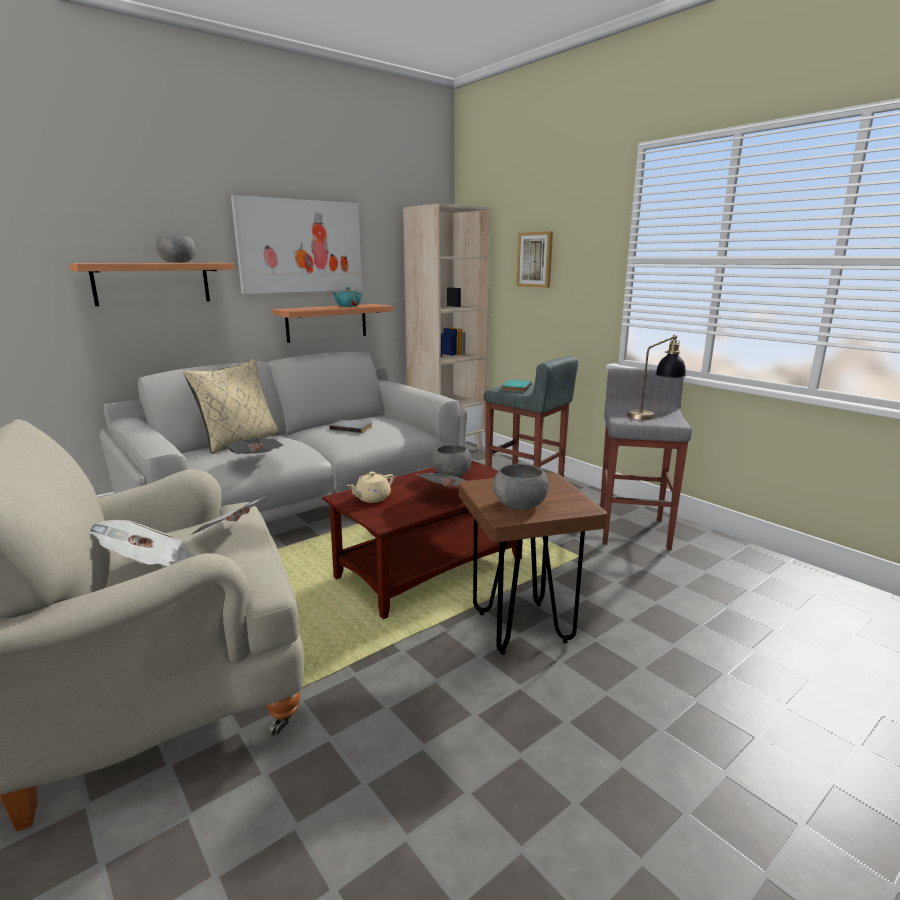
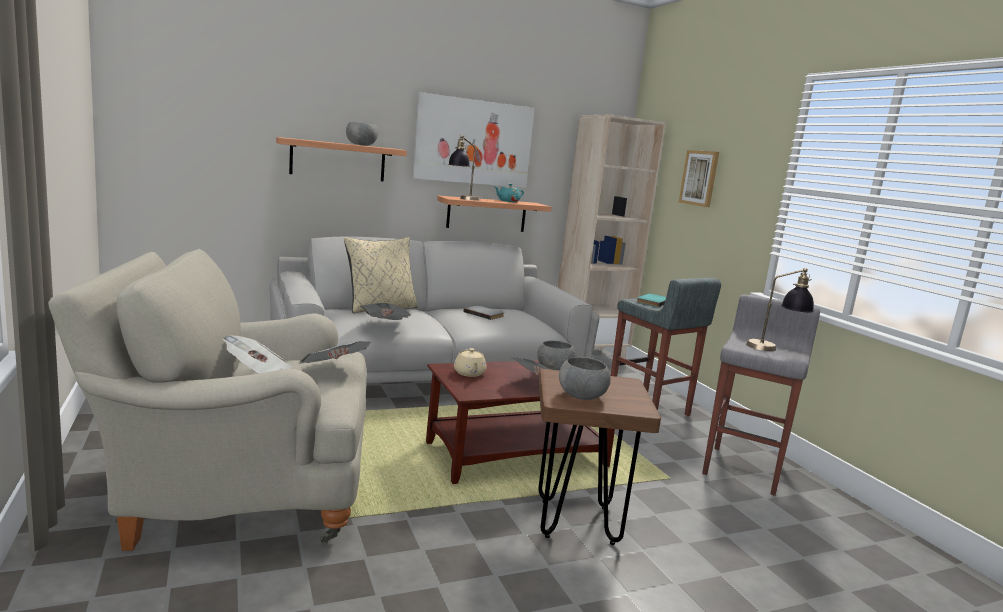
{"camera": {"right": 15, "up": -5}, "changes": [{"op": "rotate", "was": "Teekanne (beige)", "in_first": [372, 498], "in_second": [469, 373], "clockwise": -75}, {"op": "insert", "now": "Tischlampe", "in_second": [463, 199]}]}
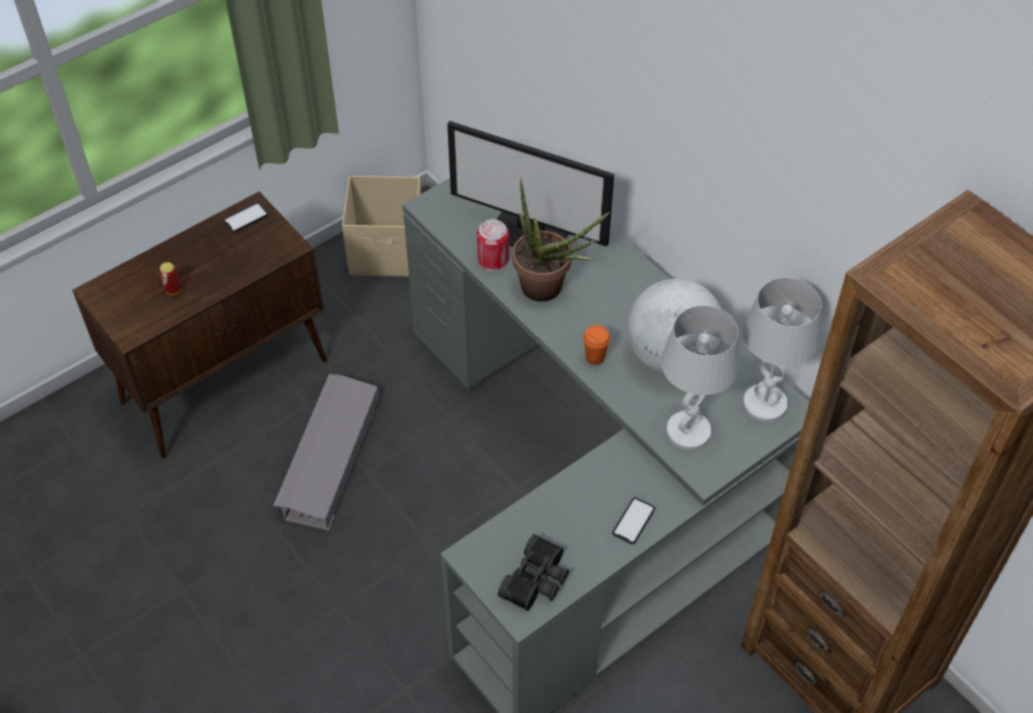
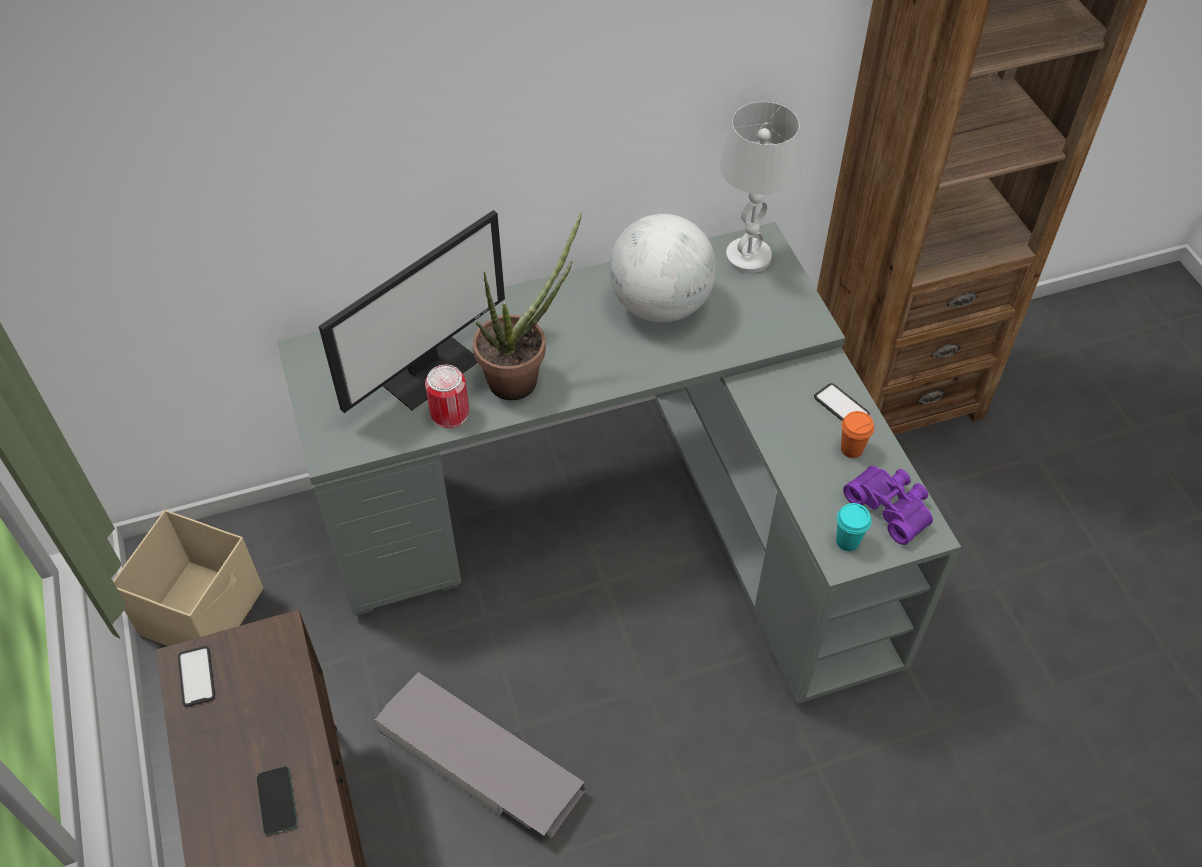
{"camera": {"right": -70, "up": 0}, "changes": [{"op": "replace", "was": "Dose", "now": "Handy", "in_first": [173, 290], "in_second": [277, 801]}, {"op": "delete", "was": "Tischlampe (weiß)", "in_first": [688, 431]}, {"op": "move", "was": "Tasse (orange)", "in_first": [595, 357], "in_second": [851, 449]}, {"op": "recolor", "was": "Fernglas (schwarz)", "now": "Fernglas (lila)", "in_first": [538, 581], "in_second": [891, 507]}, {"op": "insert", "now": "Tasse (türkis)", "in_second": [847, 541]}]}
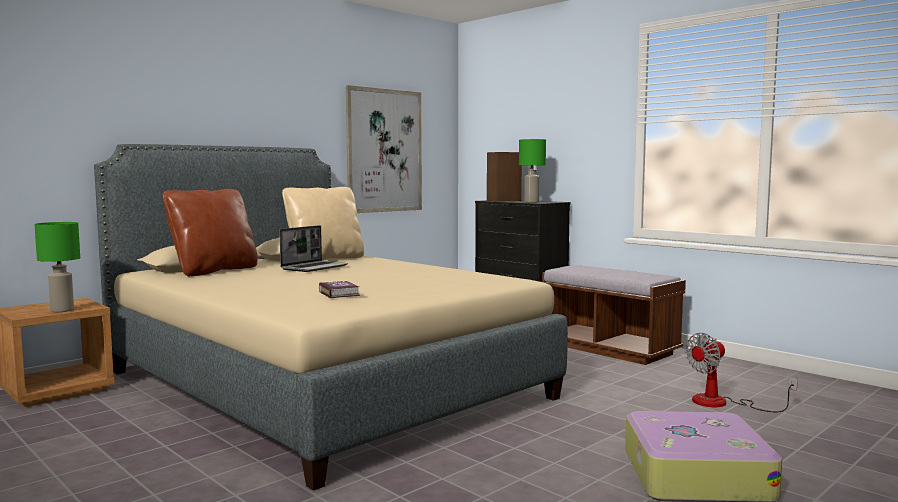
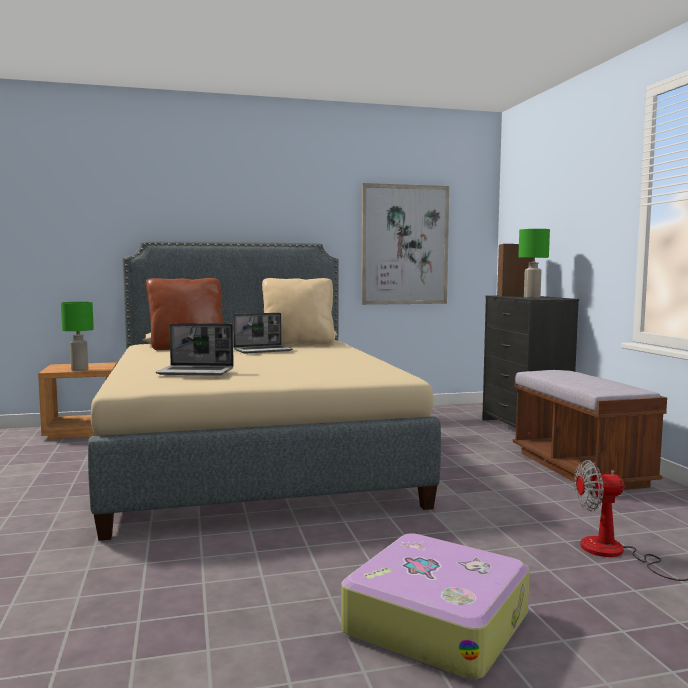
{"camera": {"right": 30, "up": 0}, "changes": [{"op": "replace", "was": "Buch", "now": "Laptop", "in_first": [339, 293], "in_second": [197, 372]}]}
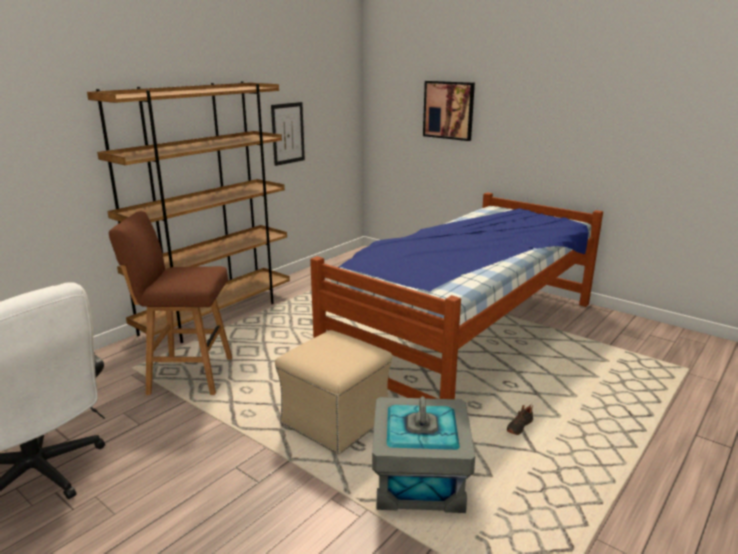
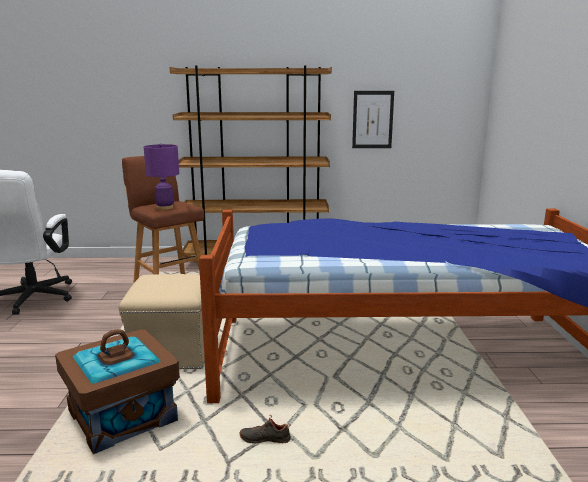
{"camera": {"right": 50, "up": -5}, "changes": [{"op": "delete", "was": "Bild", "in_first": [448, 110]}, {"op": "recolor", "was": "Aufbewahrungsbox (grau)", "now": "Aufbewahrungsbox (braun)", "in_first": [418, 481], "in_second": [122, 416]}, {"op": "insert", "now": "Tischlampe (lila)", "in_second": [165, 207]}]}
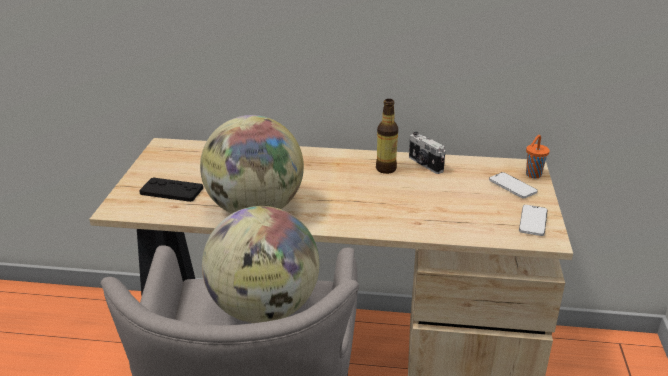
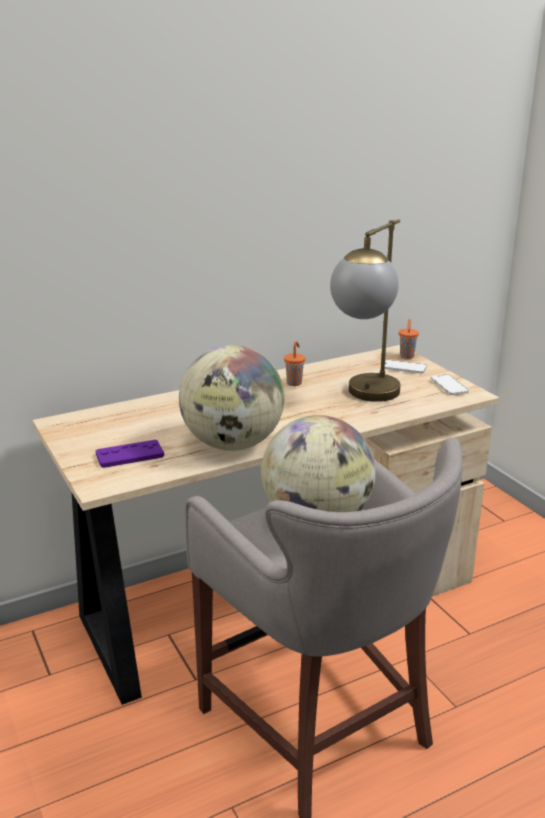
{"camera": {"right": -35, "up": -5}, "changes": [{"op": "replace", "was": "Flasche", "now": "Tasse (orange)", "in_first": [386, 169], "in_second": [294, 383]}, {"op": "delete", "was": "Kamera", "in_first": [424, 164]}, {"op": "recolor", "was": "Gamepad (schwarz)", "now": "Gamepad (lila)", "in_first": [171, 191], "in_second": [130, 455]}, {"op": "insert", "now": "Tischlampe", "in_second": [365, 398]}]}
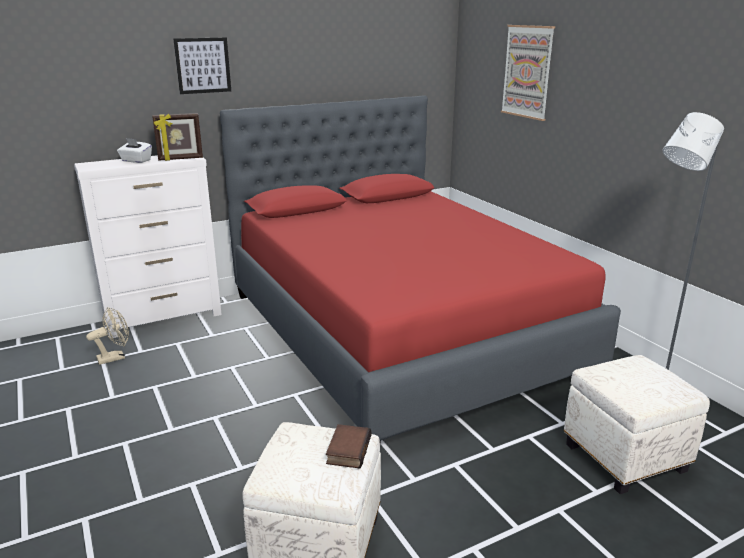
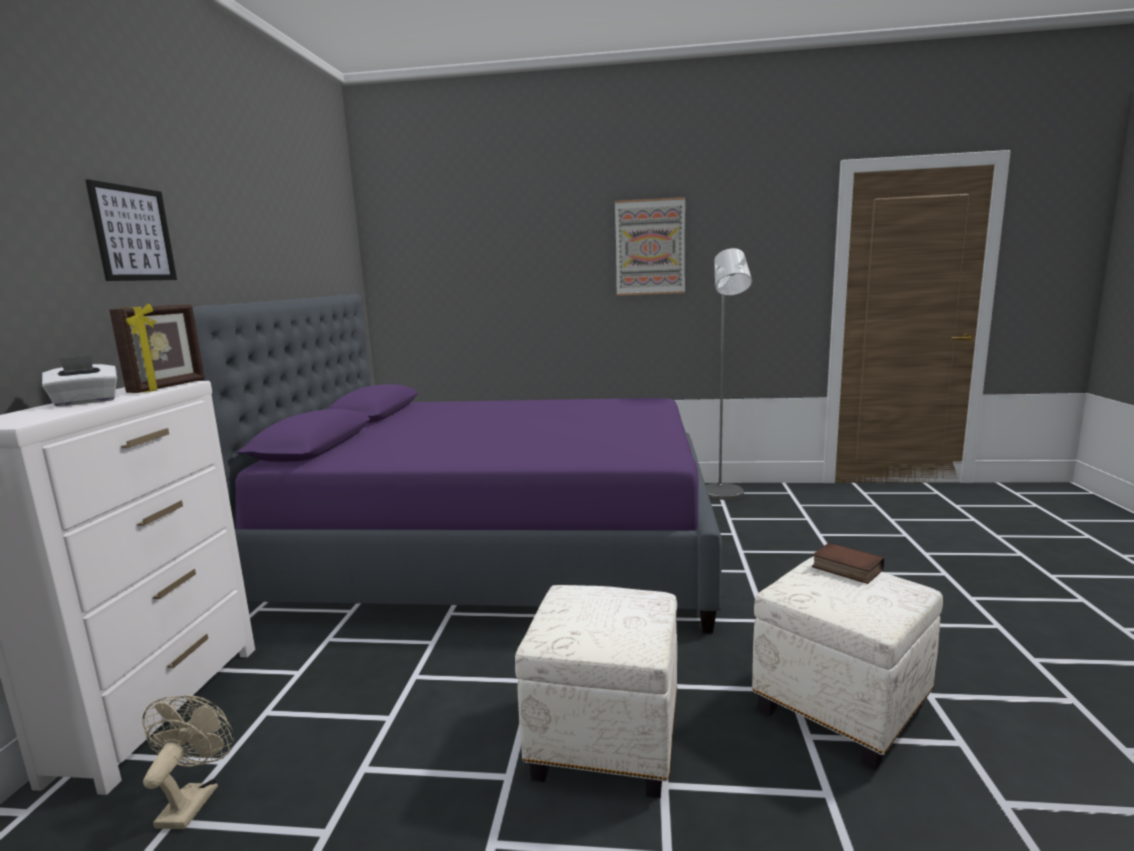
{"camera": {"right": -55, "up": -10}, "changes": [{"op": "move", "was": "Bild", "in_first": [527, 72], "in_second": [650, 247]}, {"op": "recolor", "was": "Bett (rot)", "now": "Bett (lila)", "in_first": [400, 331], "in_second": [500, 549]}, {"op": "move", "was": "Polsterhocker (weiß)", "in_first": [624, 458], "in_second": [606, 741]}]}
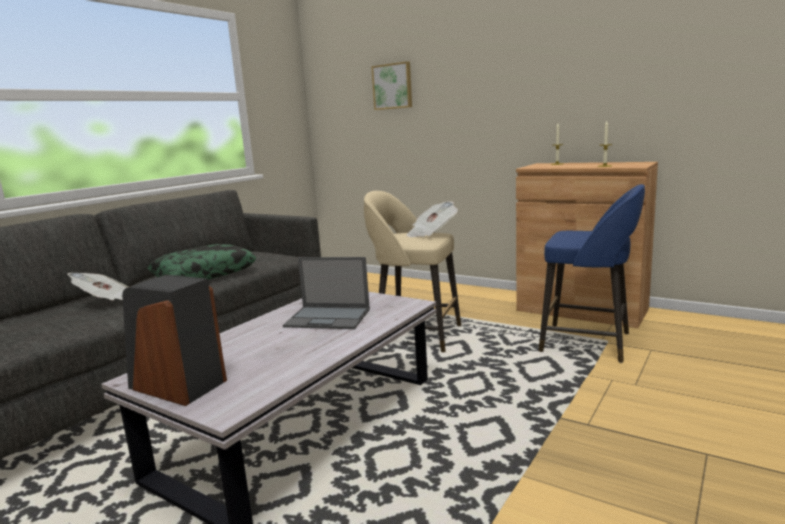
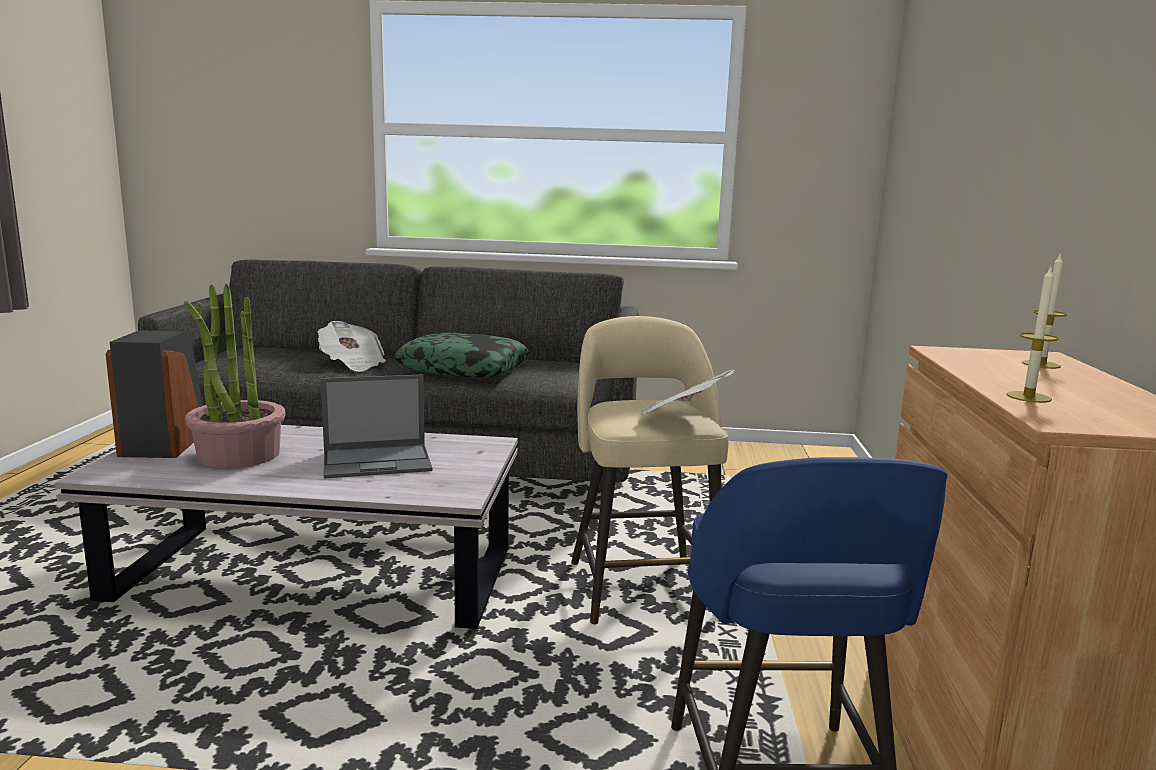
{"camera": {"right": 60, "up": 0}, "changes": [{"op": "delete", "was": "Bild", "in_first": [393, 86]}, {"op": "rotate", "was": "Laptop", "in_first": [329, 318], "in_second": [378, 461], "clockwise": -90}, {"op": "insert", "now": "Topfpflanze", "in_second": [238, 455]}]}
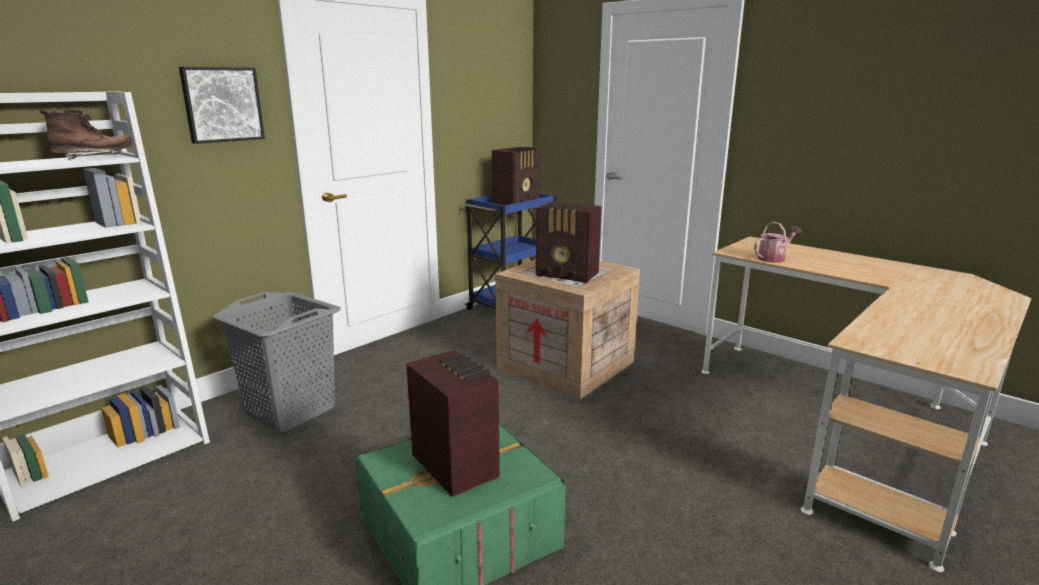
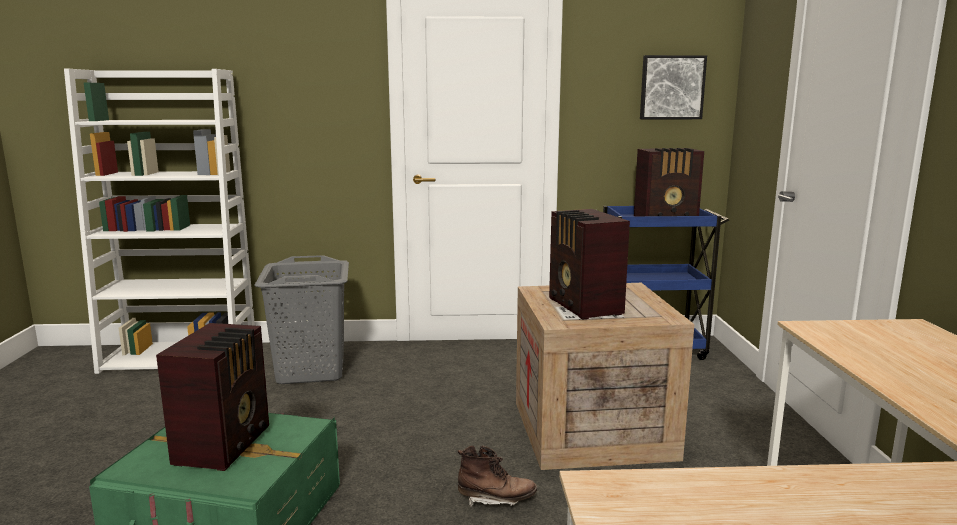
{"camera": {"right": 45, "up": -5}, "changes": [{"op": "move", "was": "Bild", "in_first": [222, 104], "in_second": [671, 87]}, {"op": "move", "was": "Stiefel (braun)", "in_first": [95, 158], "in_second": [496, 499]}, {"op": "delete", "was": "Gießkanne", "in_first": [774, 258]}]}
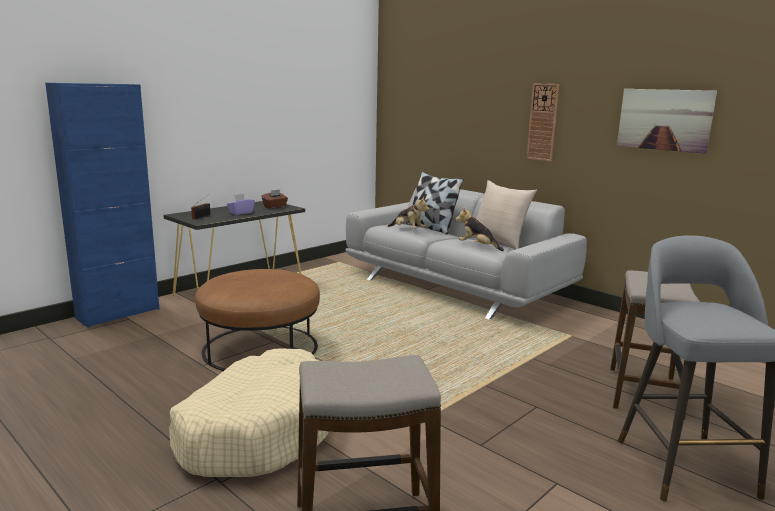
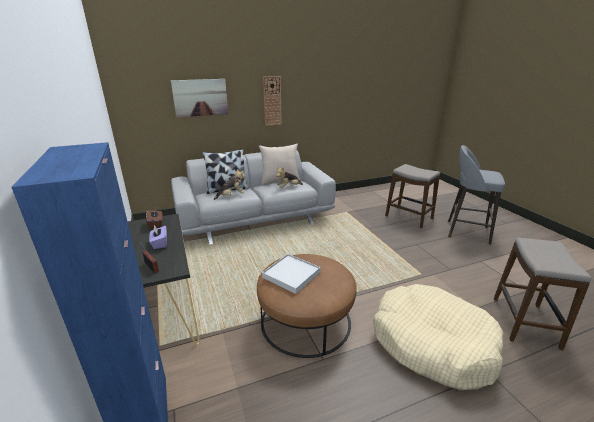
{"camera": {"right": -65, "up": 10}, "changes": [{"op": "move", "was": "Bild", "in_first": [664, 119], "in_second": [200, 97]}, {"op": "insert", "now": "Tablett (weiß)", "in_second": [291, 275]}]}
